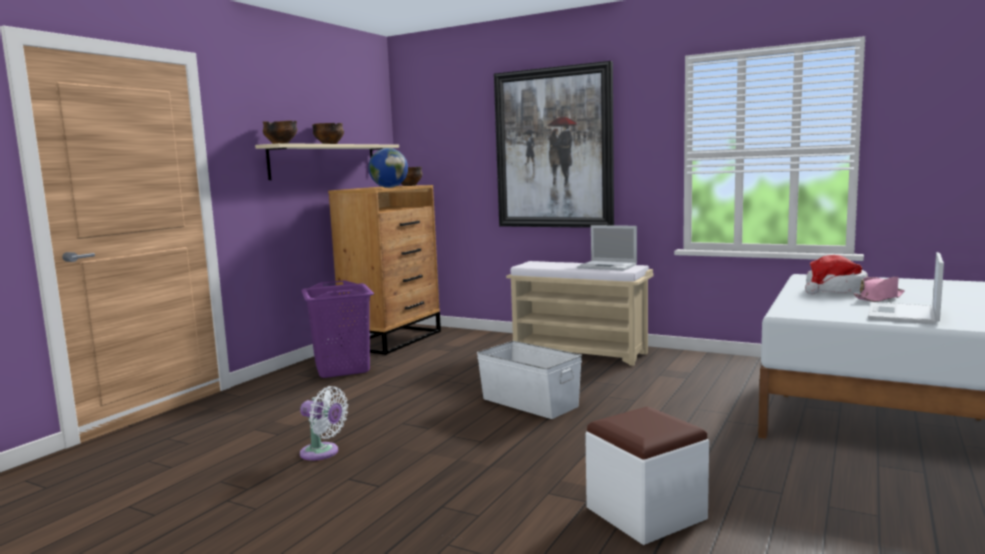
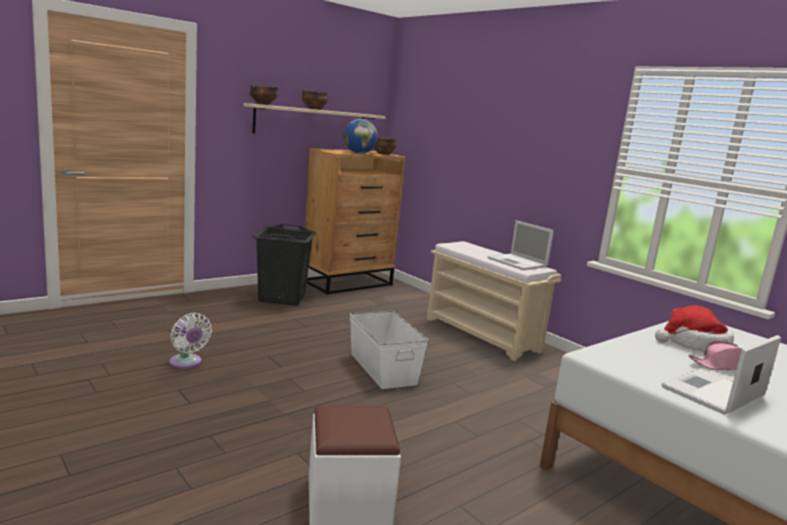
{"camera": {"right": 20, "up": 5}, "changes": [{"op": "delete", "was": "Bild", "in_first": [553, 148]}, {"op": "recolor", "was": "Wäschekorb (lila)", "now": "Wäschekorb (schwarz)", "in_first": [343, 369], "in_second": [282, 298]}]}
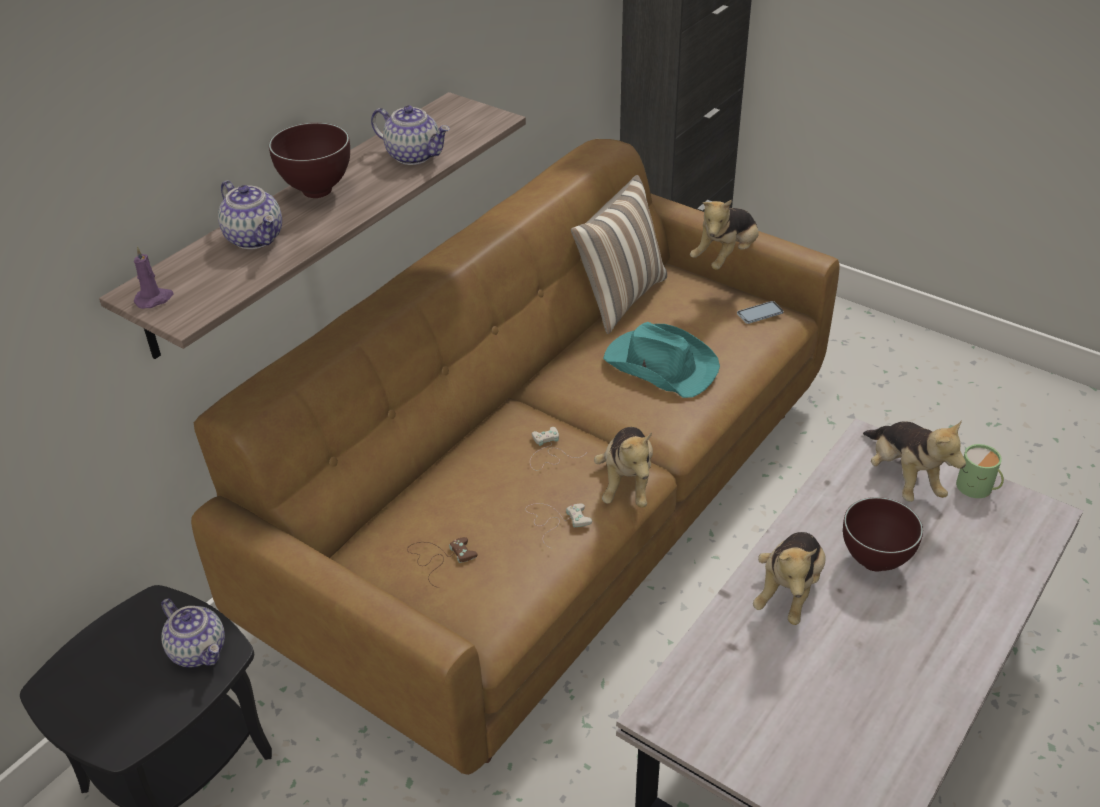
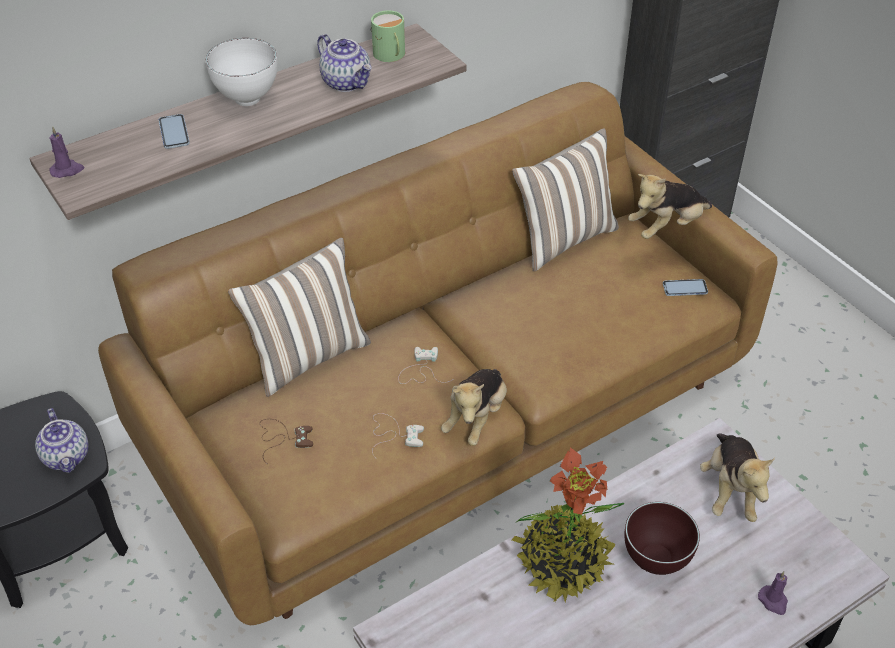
{"camera": {"right": 20, "up": 5}, "changes": [{"op": "recolor", "was": "Schüssel (braun)", "now": "Schüssel (weiß)", "in_first": [315, 192], "in_second": [246, 100]}, {"op": "replace", "was": "Teekanne", "now": "Handy", "in_first": [255, 238], "in_second": [174, 132]}, {"op": "delete", "was": "Hut (türkis)", "in_first": [660, 364]}, {"op": "move", "was": "Henkelbecher (grün)", "in_first": [977, 488], "in_second": [390, 55]}, {"op": "replace", "was": "Plüschtier", "now": "Topfpflanze", "in_first": [788, 591], "in_second": [562, 563]}, {"op": "insert", "now": "Kissen", "in_second": [308, 356]}, {"op": "insert", "now": "Kerze (lila)", "in_second": [773, 601]}]}
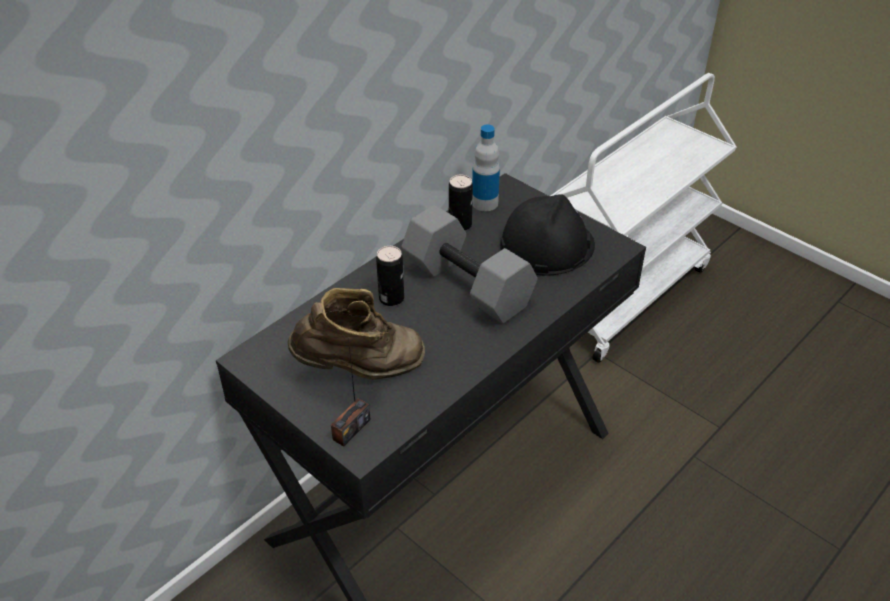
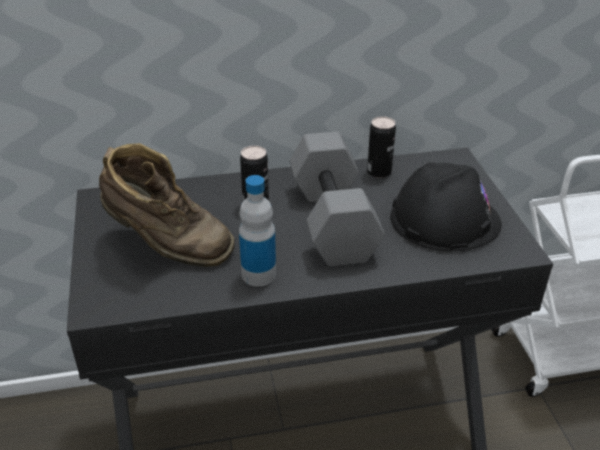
{"camera": {"right": 35, "up": -5}, "changes": [{"op": "move", "was": "Flasche", "in_first": [485, 203], "in_second": [258, 274]}, {"op": "delete", "was": "Radio", "in_first": [351, 429]}]}
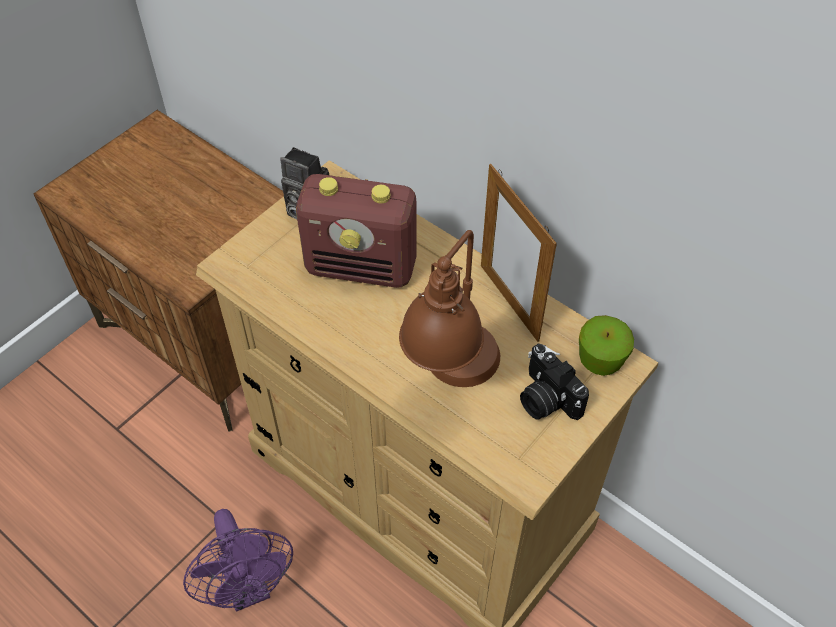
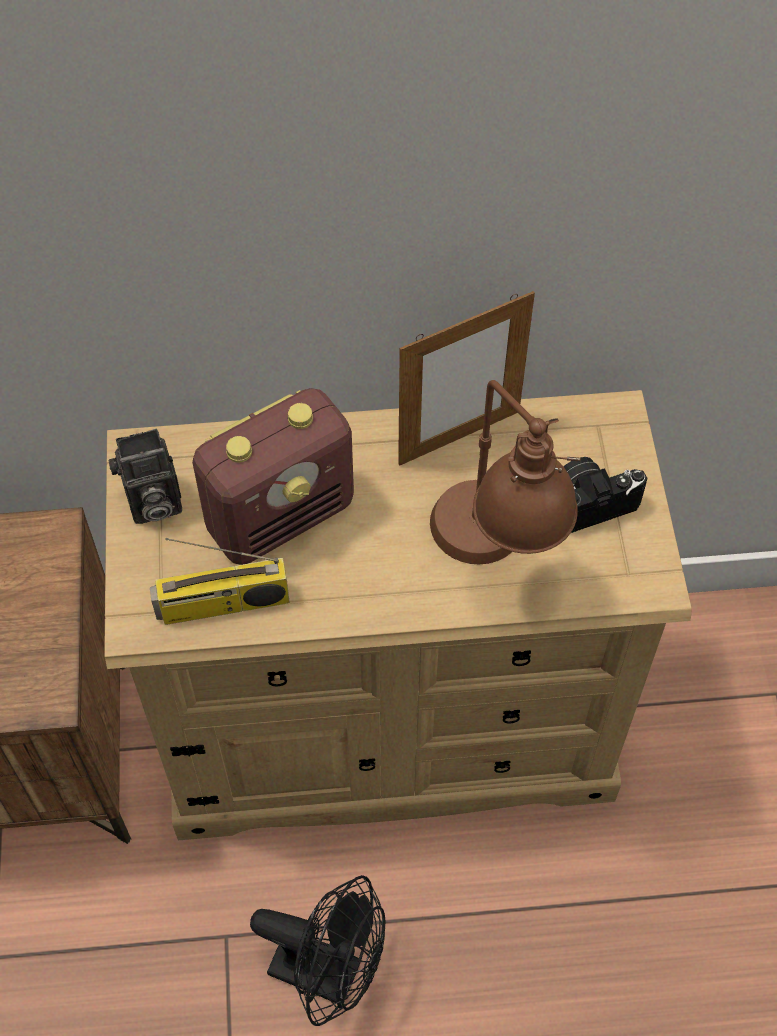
{"camera": {"right": -45, "up": 5}, "changes": [{"op": "rotate", "was": "Bilderrahmen", "in_first": [509, 302], "in_second": [459, 437], "clockwise": -45}, {"op": "delete", "was": "Apfel", "in_first": [600, 359]}, {"op": "rotate", "was": "Kamera", "in_first": [545, 399], "in_second": [590, 502], "clockwise": 150}, {"op": "recolor", "was": "Ventilator (lila)", "now": "Ventilator (schwarz)", "in_first": [249, 588], "in_second": [328, 972]}, {"op": "insert", "now": "Radio", "in_second": [222, 606]}]}
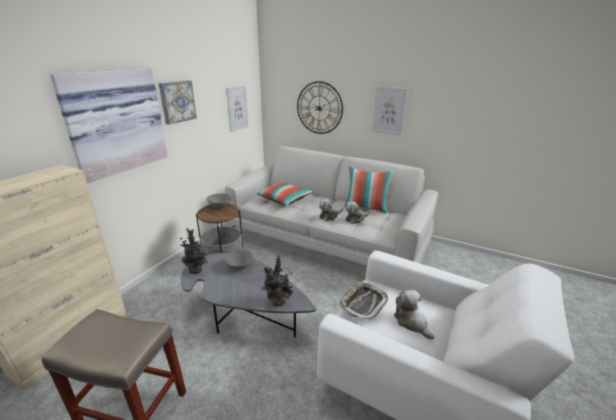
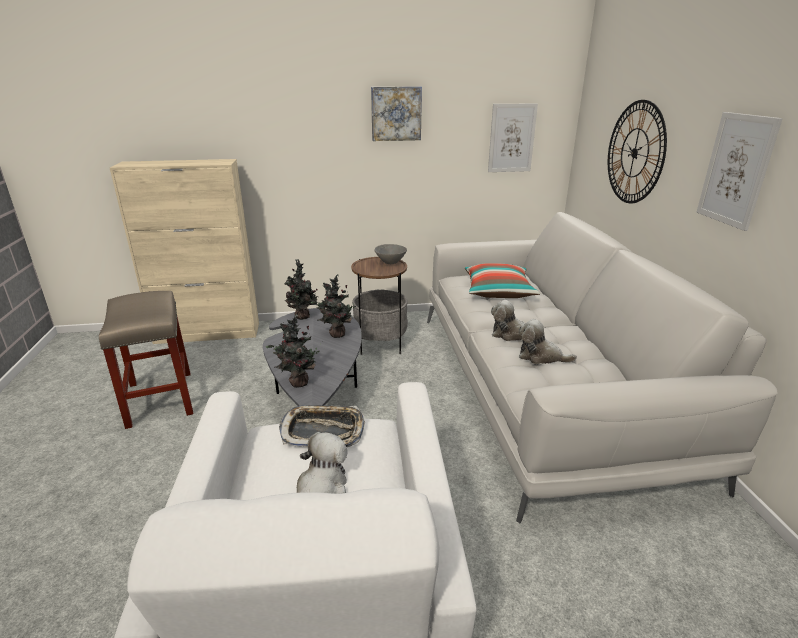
{"camera": {"right": 55, "up": 0}, "changes": [{"op": "delete", "was": "Bild", "in_first": [115, 122]}, {"op": "delete", "was": "Kissen", "in_first": [366, 207]}, {"op": "replace", "was": "Schüssel (grau)", "now": "Topfpflanze", "in_first": [240, 267], "in_second": [336, 335]}]}
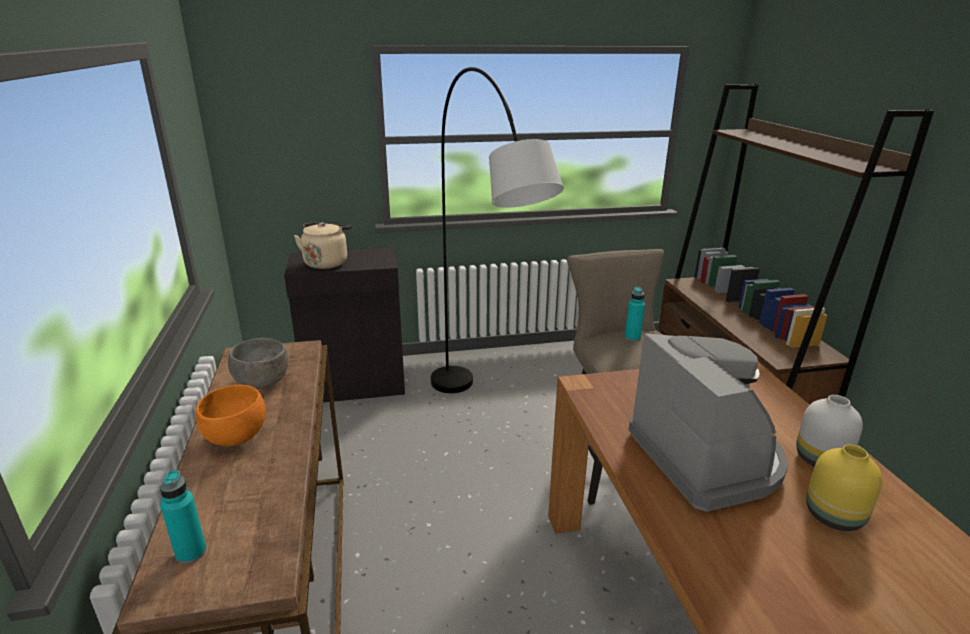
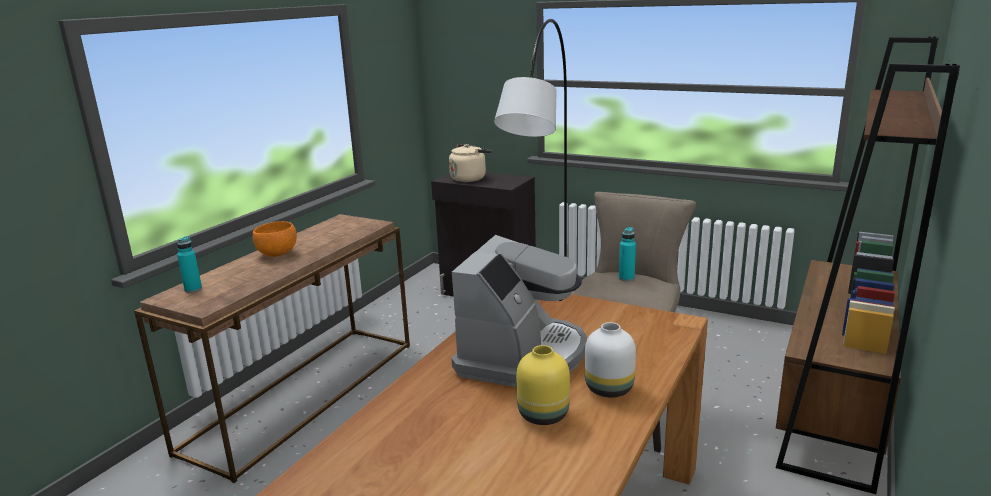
{"camera": {"right": 40, "up": -5}, "changes": [{"op": "delete", "was": "Schüssel (grau)", "in_first": [262, 383]}]}
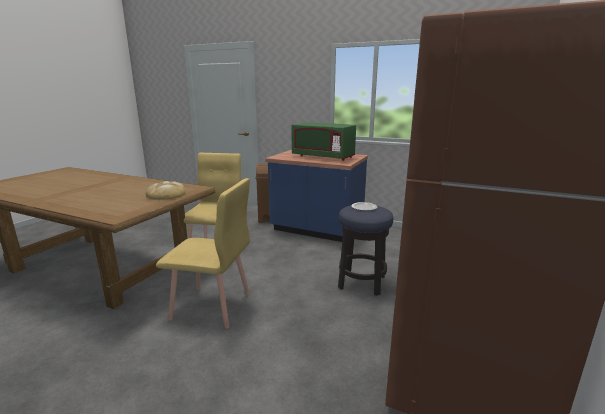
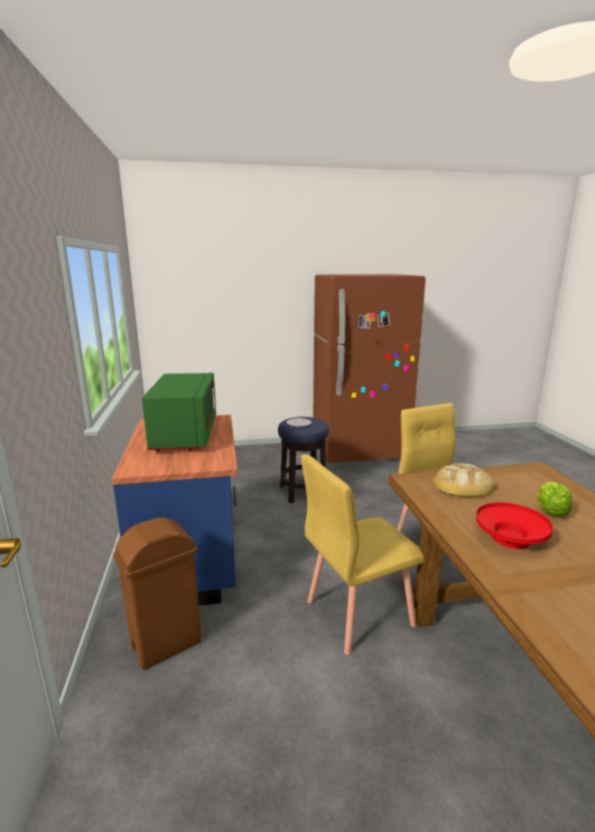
{"camera": {"right": -125, "up": 0}, "changes": [{"op": "insert", "now": "Salatkopf", "in_second": [550, 511]}, {"op": "insert", "now": "Schüssel (rot)", "in_second": [510, 538]}]}
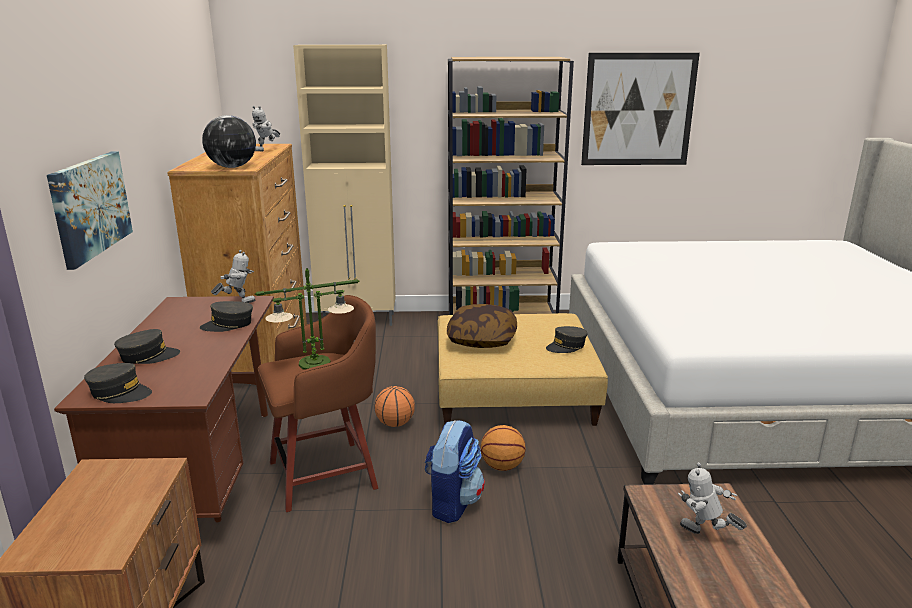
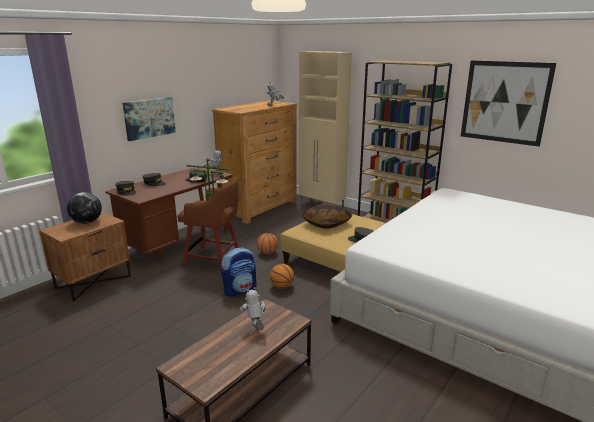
{"camera": {"right": 40, "up": 0}, "changes": [{"op": "move", "was": "Globus", "in_first": [232, 167], "in_second": [87, 222]}]}
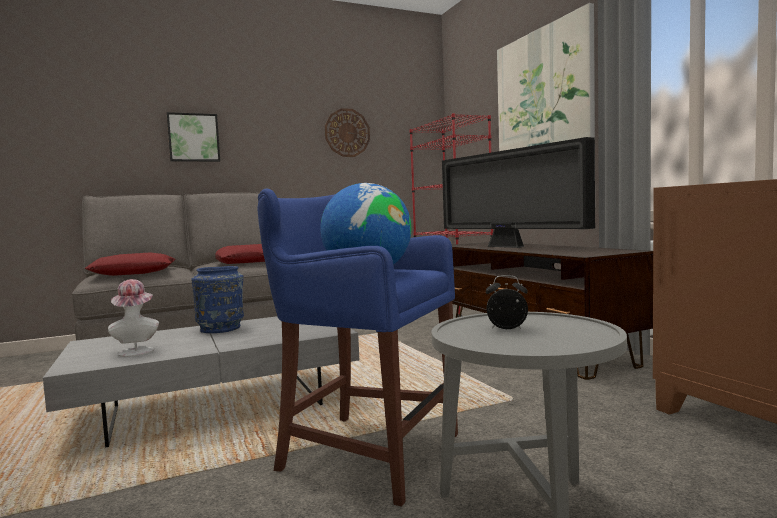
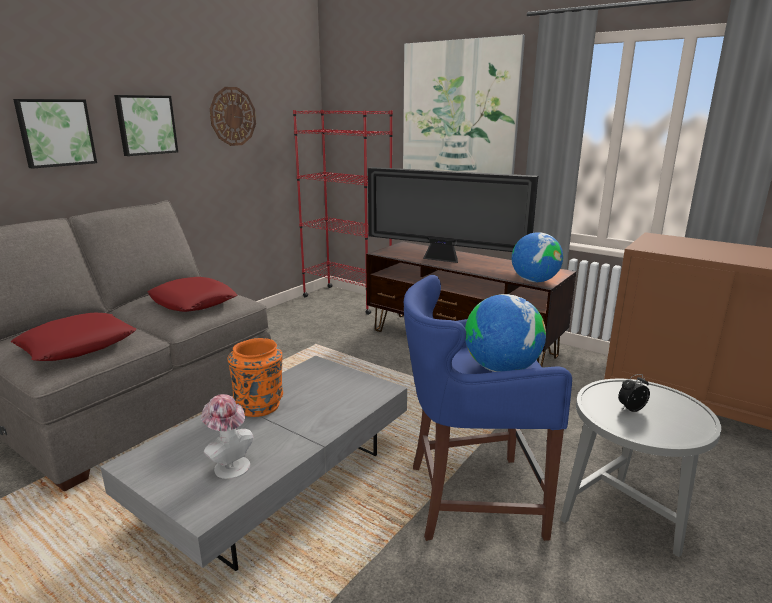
{"camera": {"right": -30, "up": 15}, "changes": [{"op": "recolor", "was": "Vase (blau)", "now": "Vase (orange)", "in_first": [221, 328], "in_second": [260, 405]}, {"op": "insert", "now": "Bild", "in_second": [146, 125]}, {"op": "insert", "now": "Globus", "in_second": [534, 281]}]}
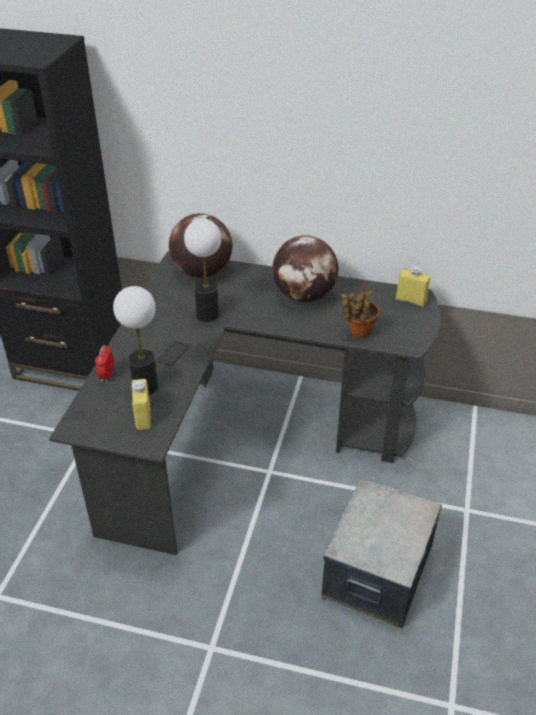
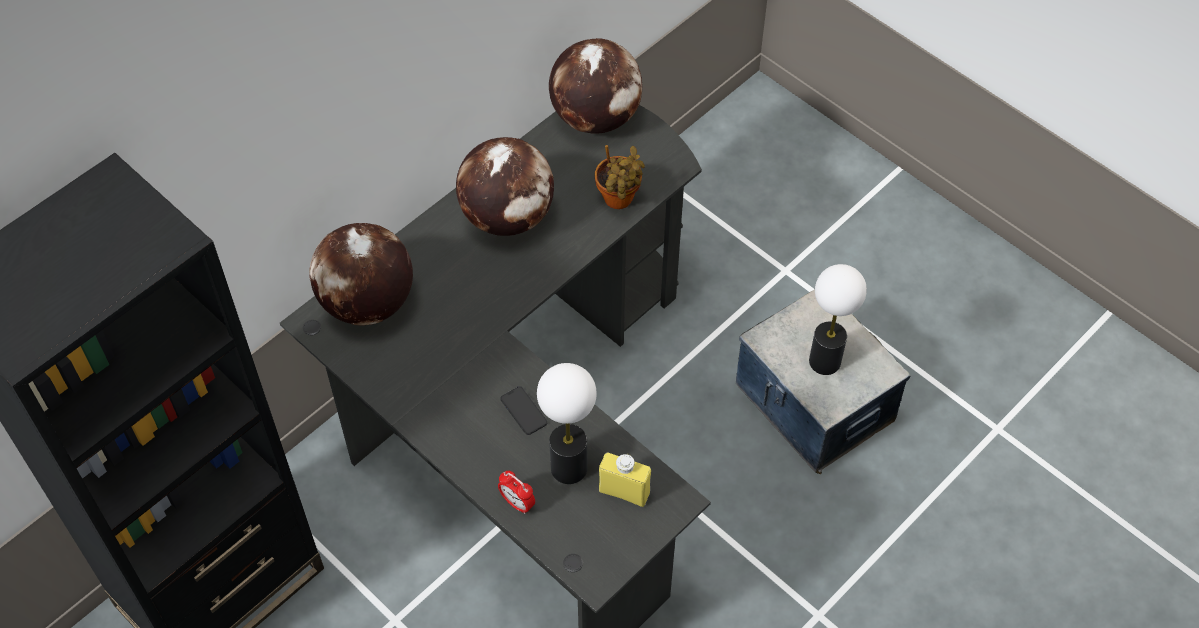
{"camera": {"right": -60, "up": 15}, "changes": [{"op": "move", "was": "Tischlampe", "in_first": [208, 314], "in_second": [824, 361]}, {"op": "replace", "was": "Flasche (gelb)", "now": "Globus", "in_first": [411, 300], "in_second": [596, 117]}]}
